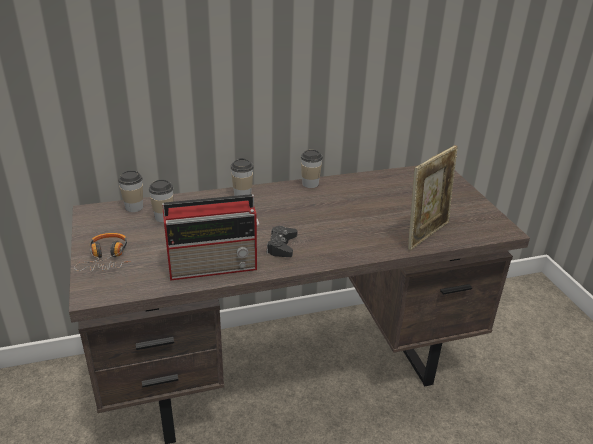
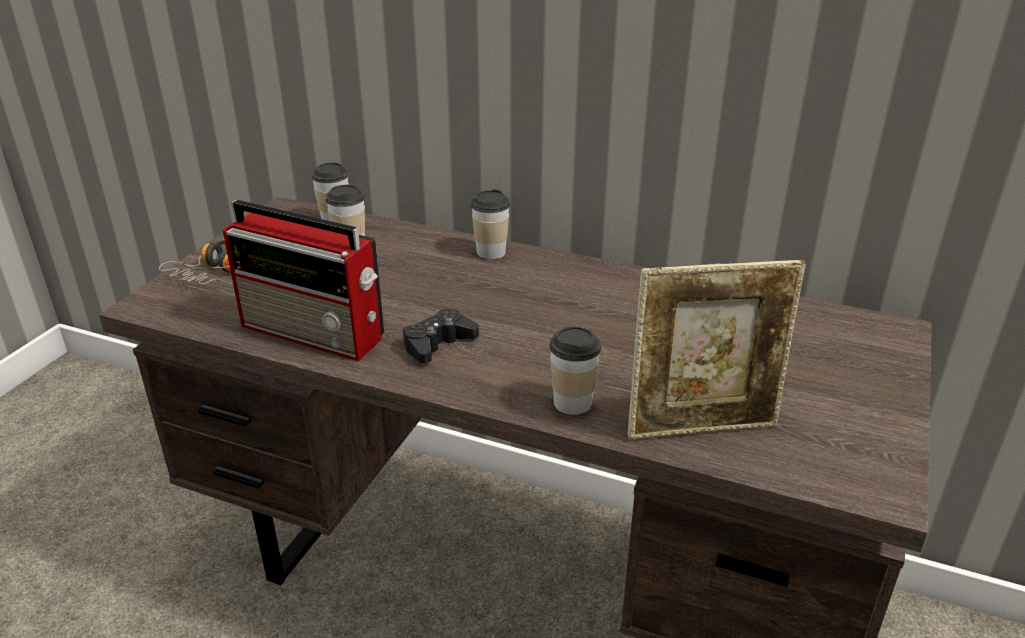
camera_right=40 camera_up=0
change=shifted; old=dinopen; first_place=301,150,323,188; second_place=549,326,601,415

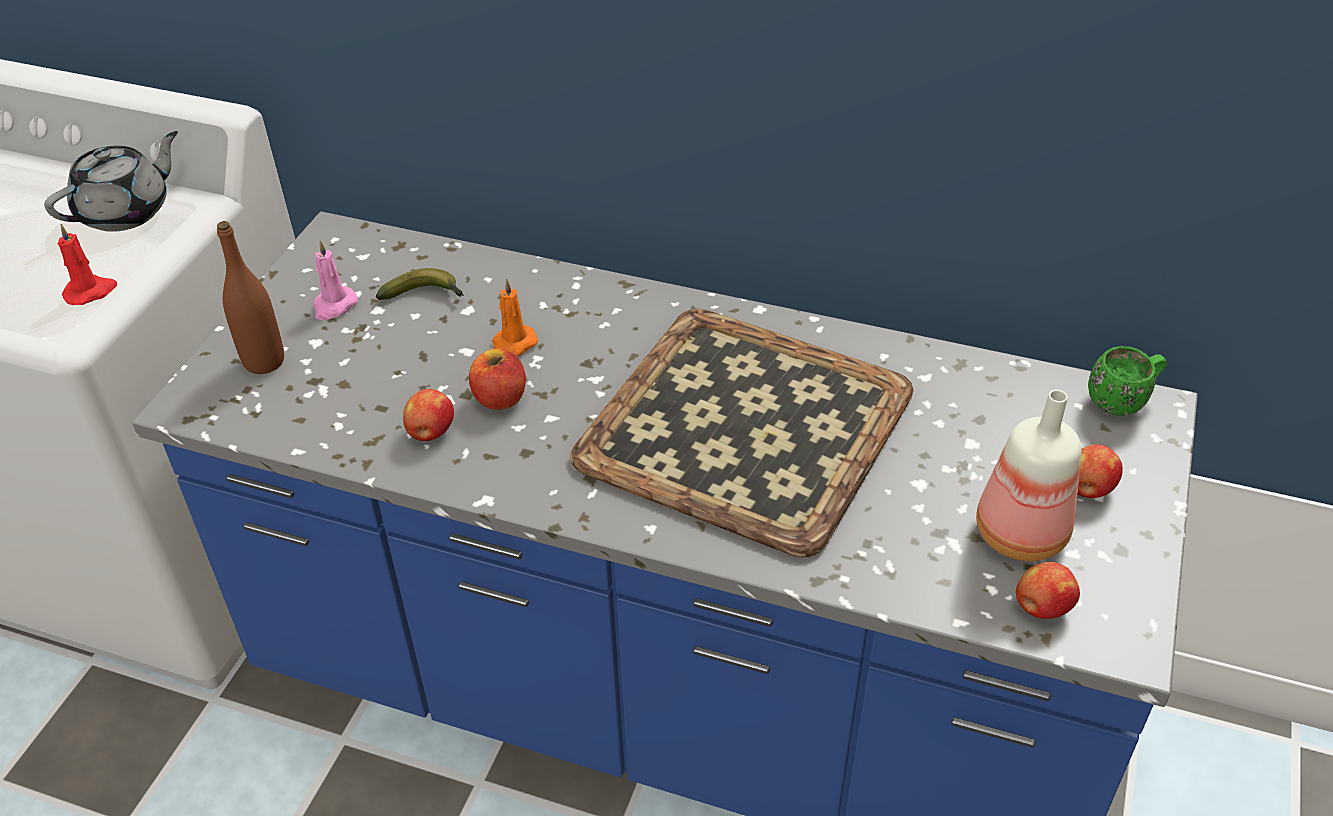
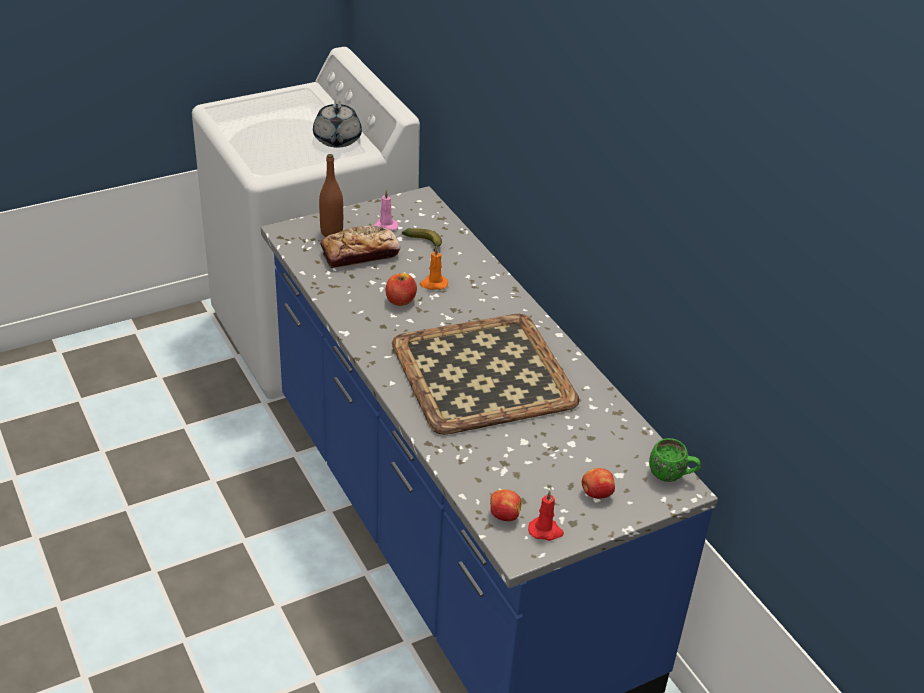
camera_right=40 camera_up=-5
change=rotated; old=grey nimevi; first_place=44,131,178,232; second_place=313,100,362,147; degrees=90
change=new; new=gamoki; second_place=320,226,400,268
change=shifted; old=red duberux; first_place=57,224,117,305; second_place=528,490,564,541
change=gone; old=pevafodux; first_place=403,389,454,441
change=gone; old=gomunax; first_place=976,390,1082,561

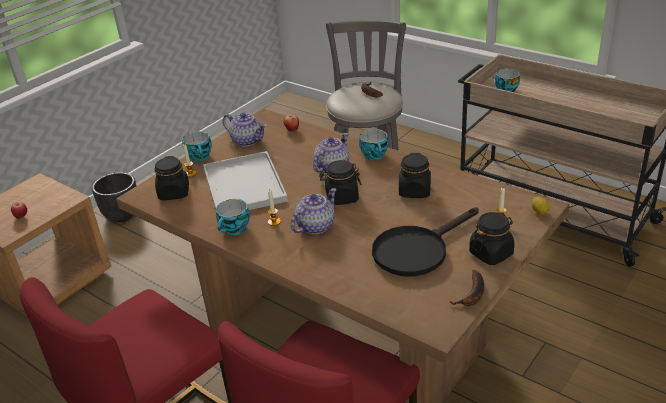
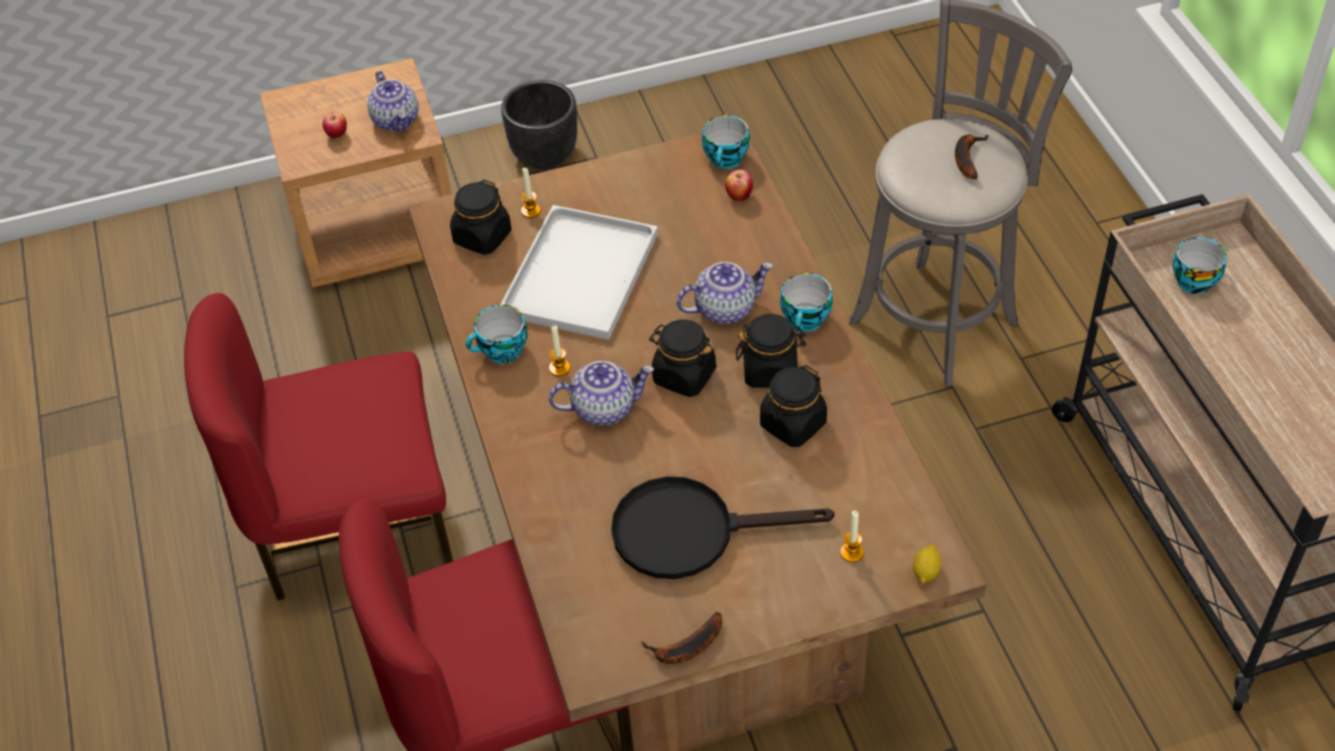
camera_right=35 camera_up=15
change=shifted; old=nimevi; first_place=223,113,267,147; second_place=367,71,419,132
change=shifted; old=dinopen; first_place=182,131,212,162; second_place=702,115,750,169
change=shifted; old=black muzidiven; first_place=469,212,515,265; second_place=736,314,806,388

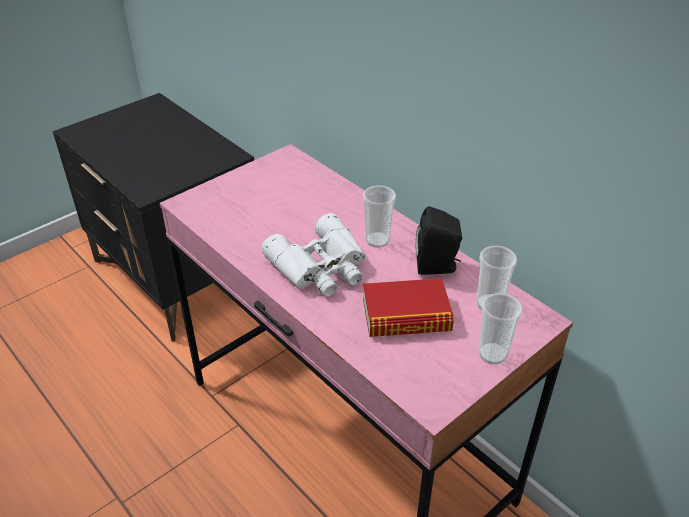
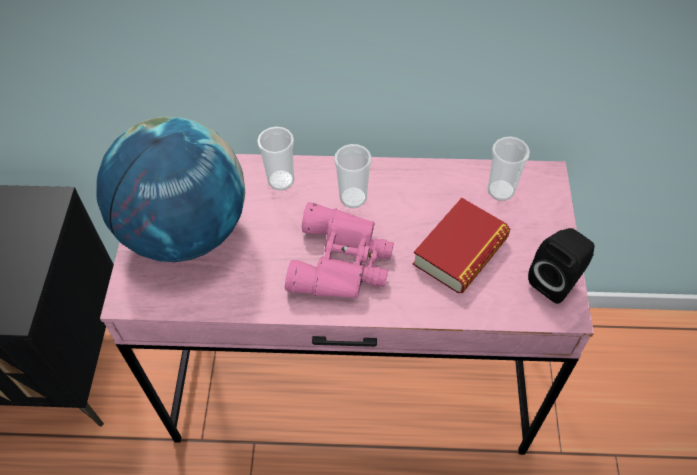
camera_right=-45 camera_up=15
change=new; new=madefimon; second_place=96,117,245,262
change=shifted; old=dinopen; first_place=478,293,522,364; second_place=257,127,294,191
change=repainted; old=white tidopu; new=pink tidopu; first_place=261,213,365,297; second_place=285,202,394,298
change=shifted; old=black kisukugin; first_place=416,206,462,275; second_place=528,228,595,304

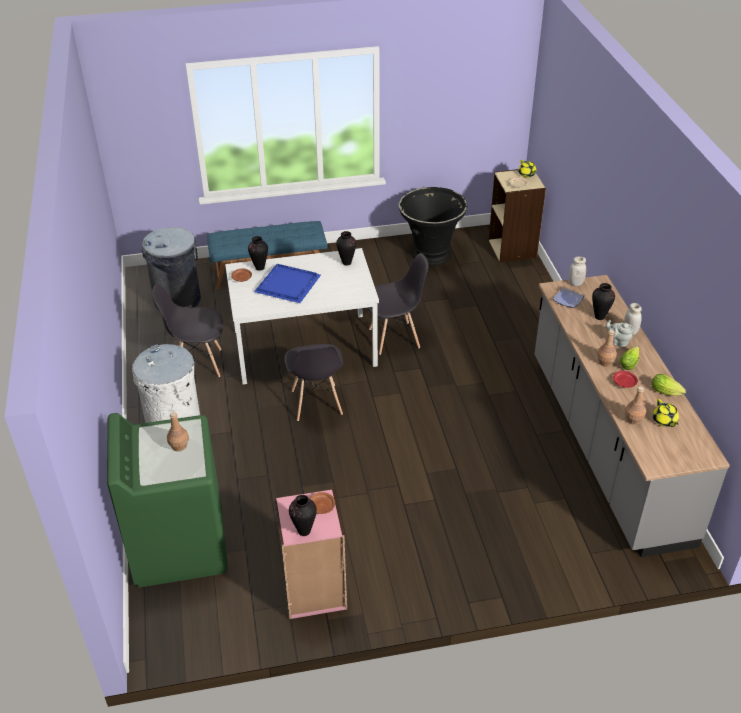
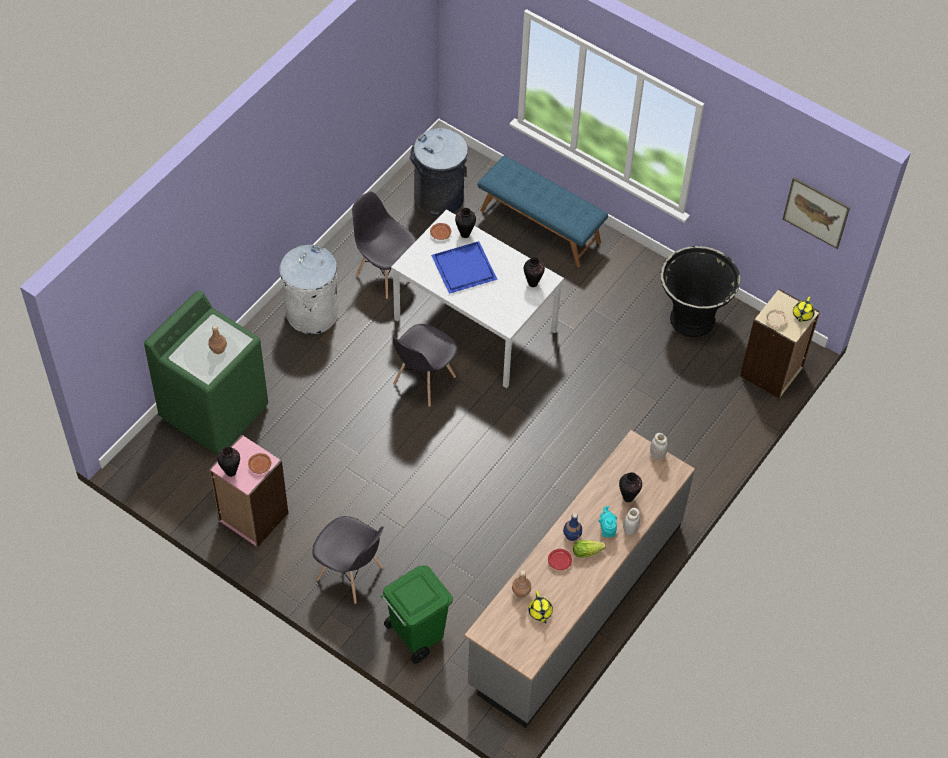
camera_right=45 camera_up=15
change=shifted; old=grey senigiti; first_place=367,253,428,355; second_place=312,516,384,604
change=new; new=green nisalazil; second_place=381,565,453,664
change=rotated; old=yellow nimevi; first_place=653,399,679,427; second_place=528,591,553,624; degrees=-45
change=repainted; old=brown gomunax; new=blue gomunax; first_place=597,330,617,367; second_place=563,513,582,541
change=repainted; old=grey nimevi; new=turquoise nimevi; first_place=606,320,633,348; second_place=599,506,617,537
change=new; new=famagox; second_place=783,177,850,249
change=gone; old=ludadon; first_place=553,288,584,308
change=gone; old=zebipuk; first_place=651,374,686,396

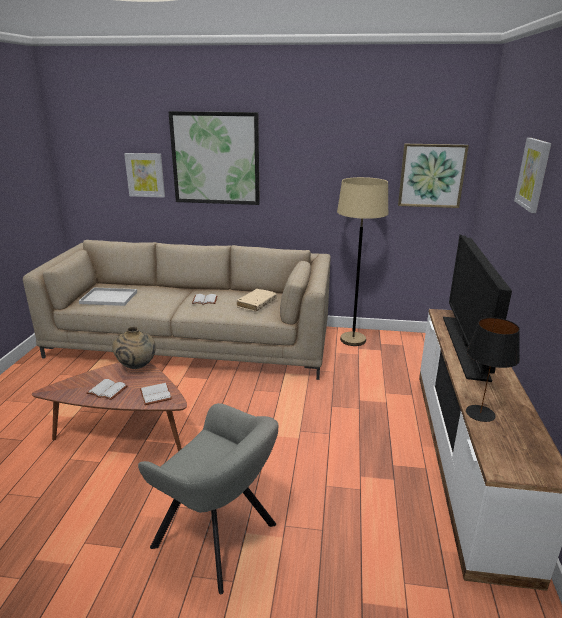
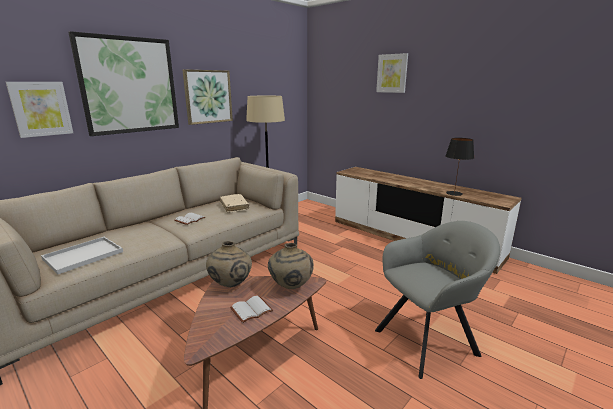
camera_right=-55 camera_up=-5
change=shifted; old=famagox; first_place=398,144,469,208; second_place=183,69,233,125
change=swapped; old=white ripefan; new=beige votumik; first_place=140,383,172,405; second_place=268,243,314,289
change=gone; old=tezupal; first_place=443,234,512,382

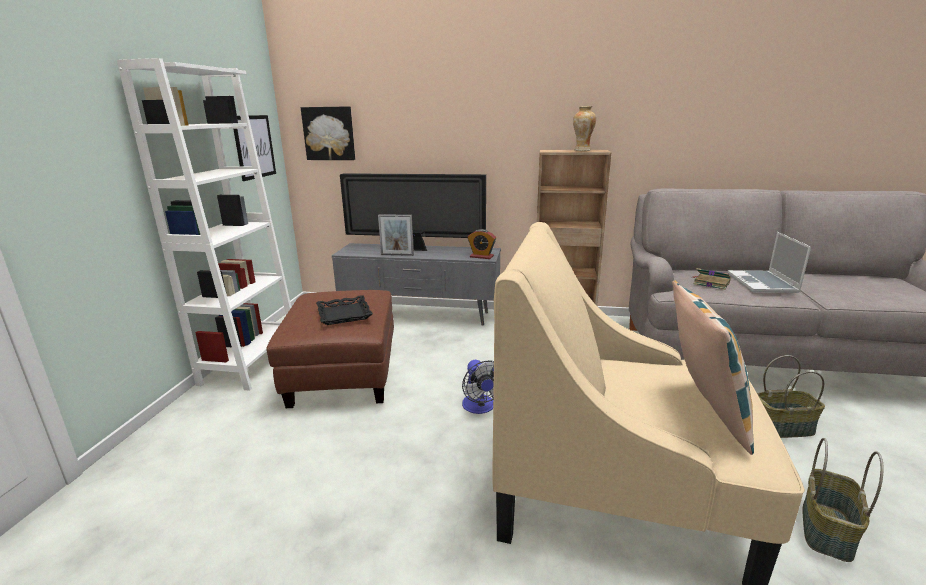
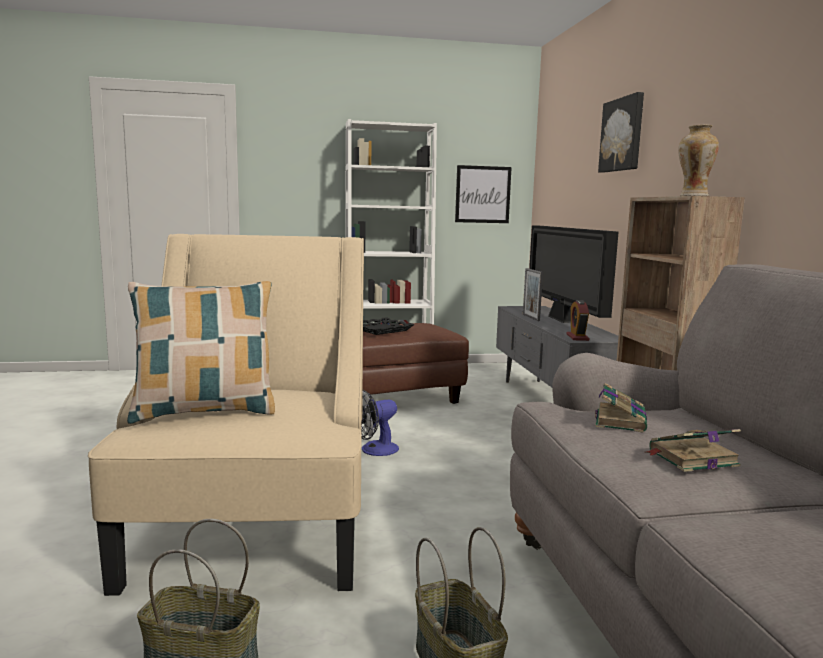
camera_right=70 camera_up=-10
change=shifted; old=famagox; first_place=301,106,355,160; second_place=598,92,644,173
change=swapped; old=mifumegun; new=ripefan; first_place=728,232,811,293; second_place=646,429,741,472

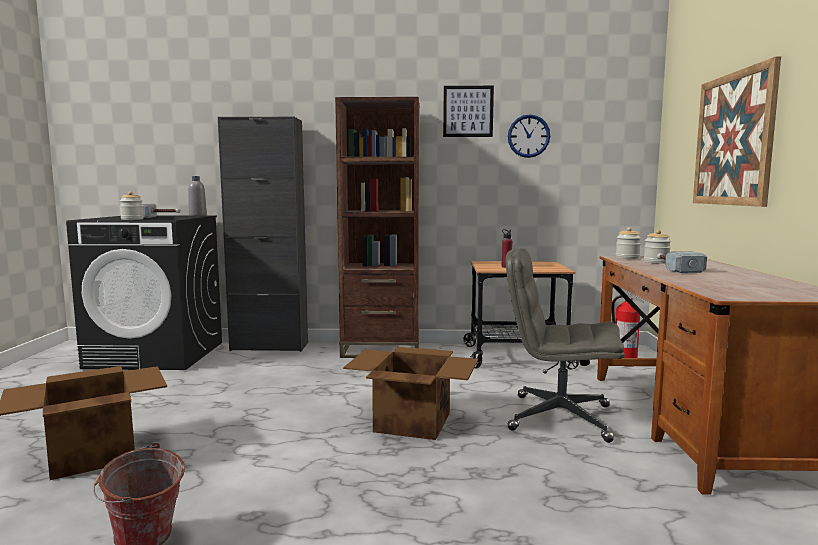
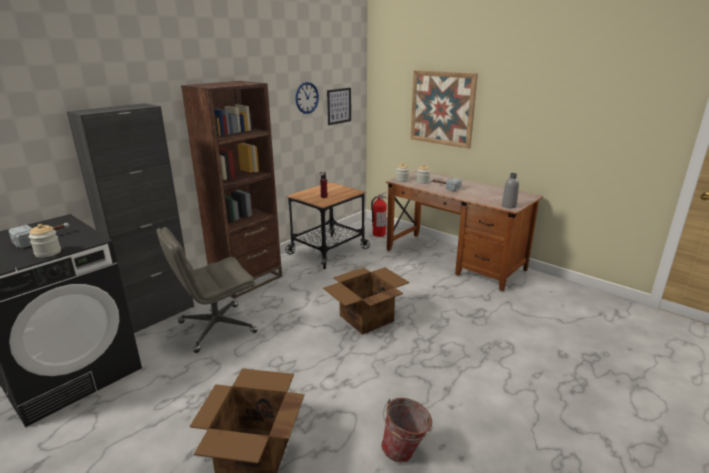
camera_right=-50 camera_up=15
change=shifted; old=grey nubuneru; first_place=506,248,625,443; second_place=157,227,257,353
change=shifted; old=famagox; first_place=443,86,494,137; second_place=327,88,351,125
change=shifted; old=grey gomunax; first_place=188,176,207,216; second_place=502,173,519,208

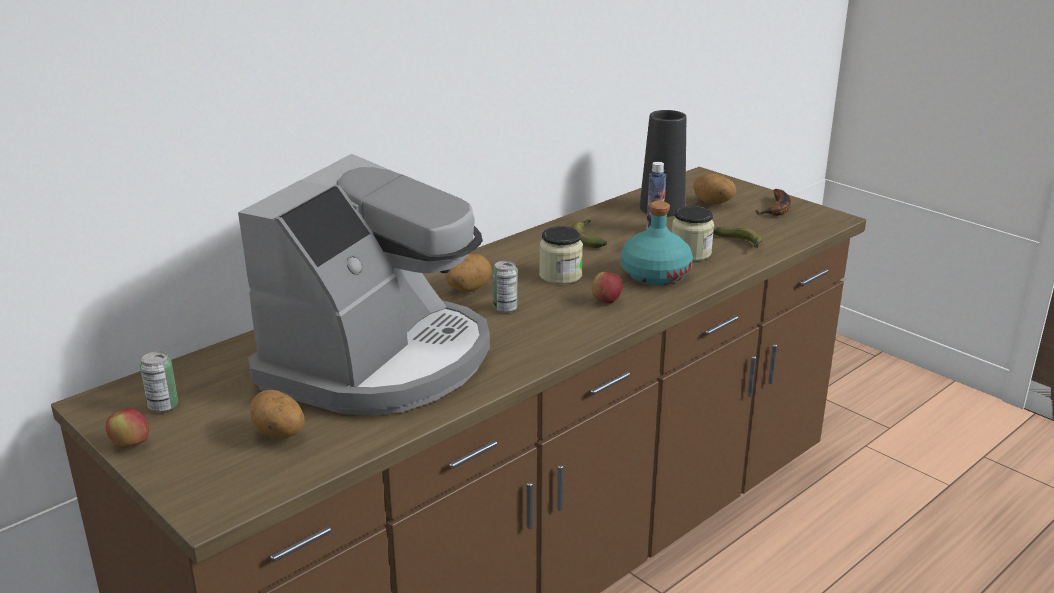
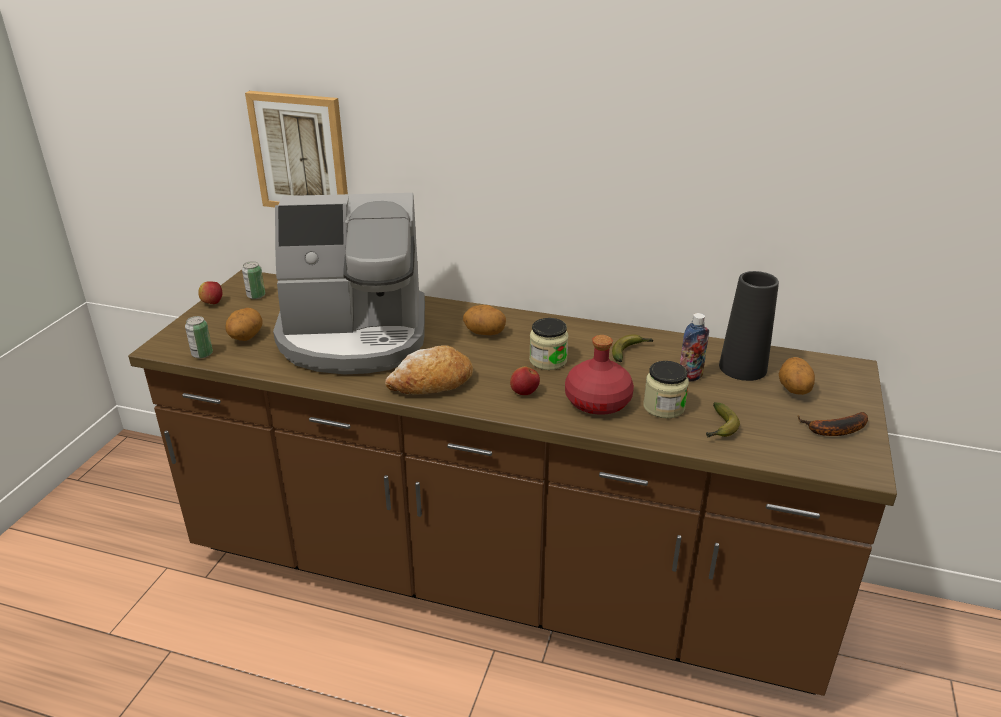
camera_right=60 camera_up=5
change=shifted; old=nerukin; first_place=492,261,518,313; second_place=185,316,213,359
change=new; new=famagox; second_place=245,91,348,208
change=new; new=gamoki; second_place=385,346,473,394
change=repainted; old=turquoise gomunax; new=red gomunax; first_place=621,201,693,285; second_place=565,335,634,415

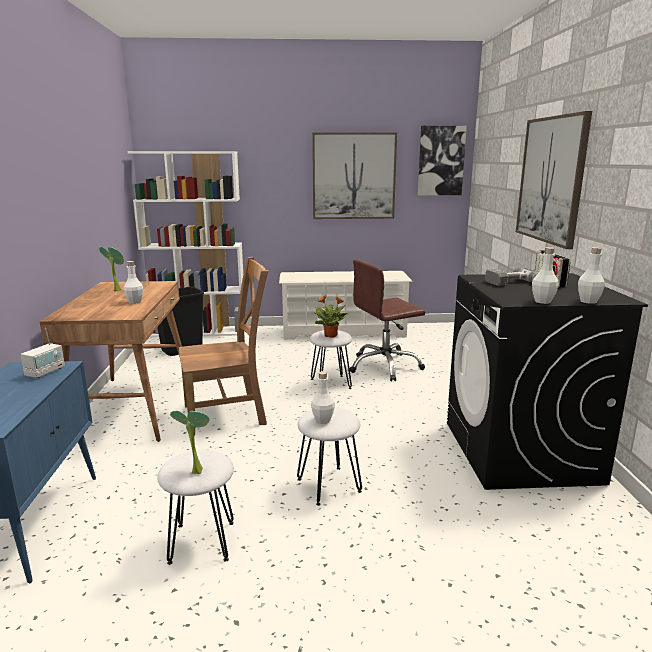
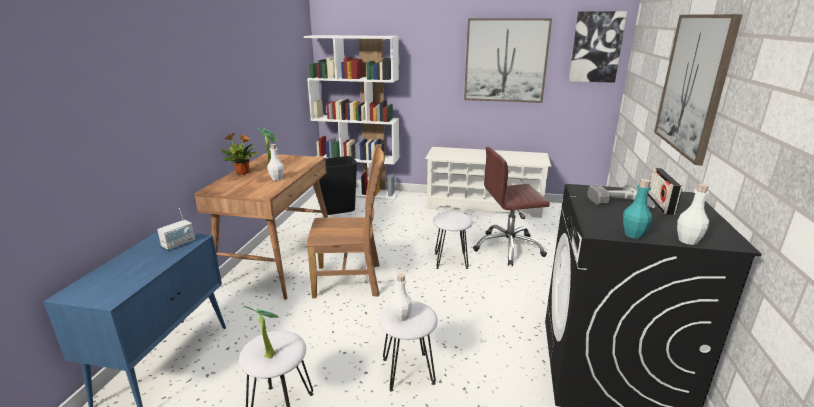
camera_right=15 camera_up=5
change=shifted; old=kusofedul; first_place=315,295,348,338; second_place=219,133,259,175
change=repainted; old=white gomunax; new=turquoise gomunax; first_place=532,247,559,304; second_place=623,179,652,239

